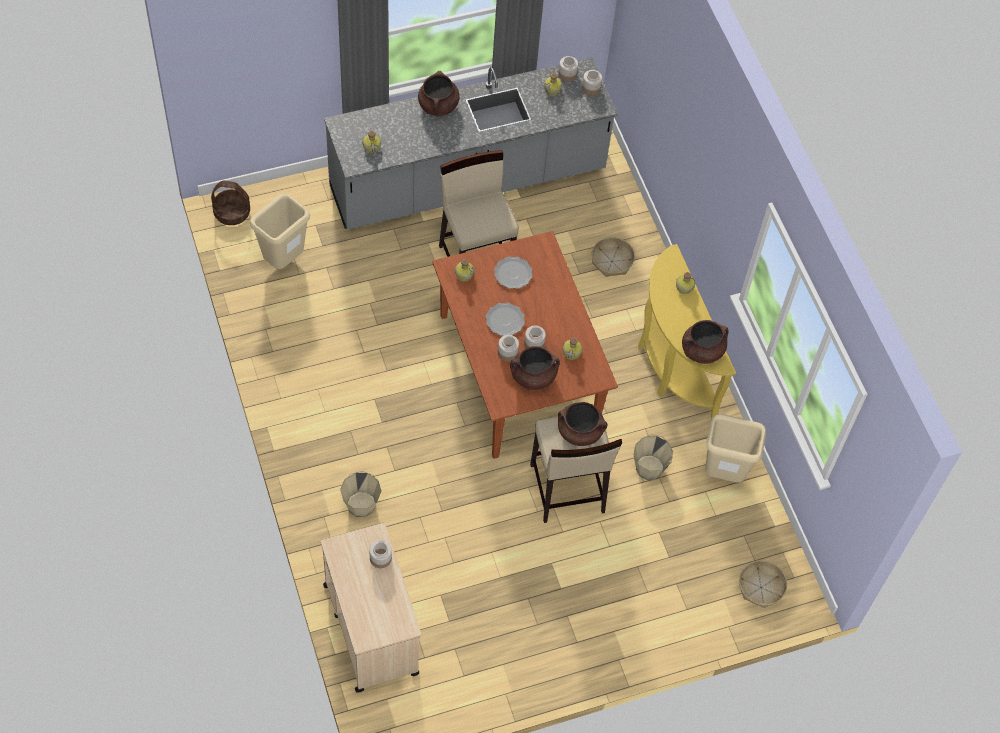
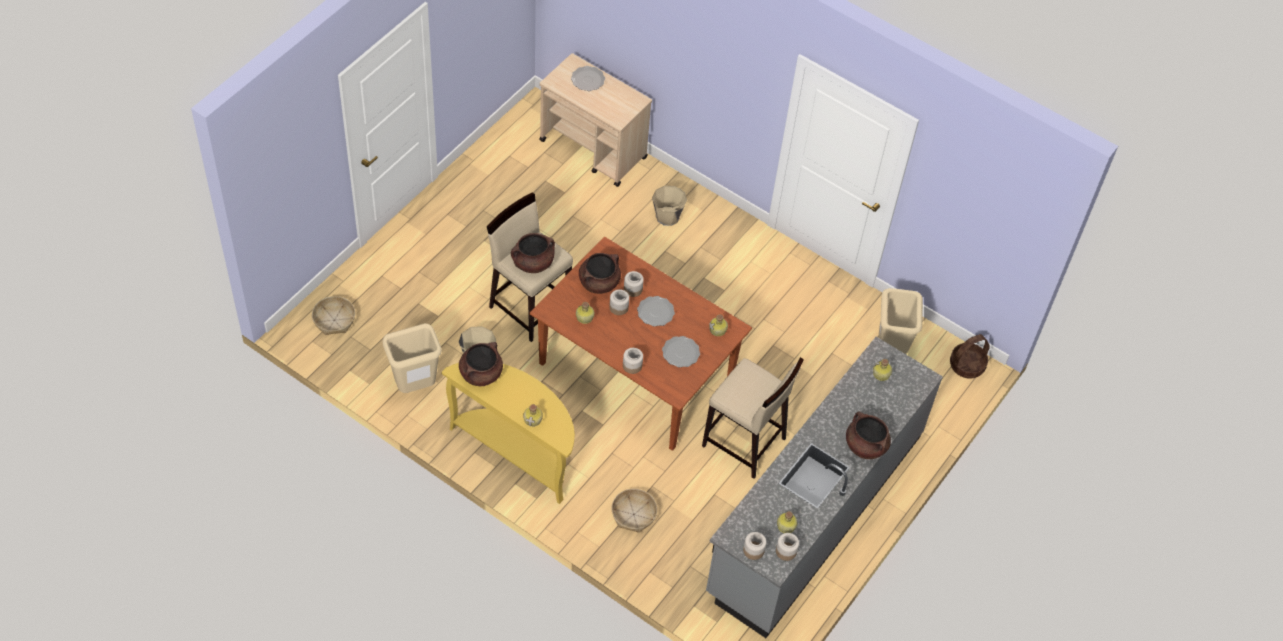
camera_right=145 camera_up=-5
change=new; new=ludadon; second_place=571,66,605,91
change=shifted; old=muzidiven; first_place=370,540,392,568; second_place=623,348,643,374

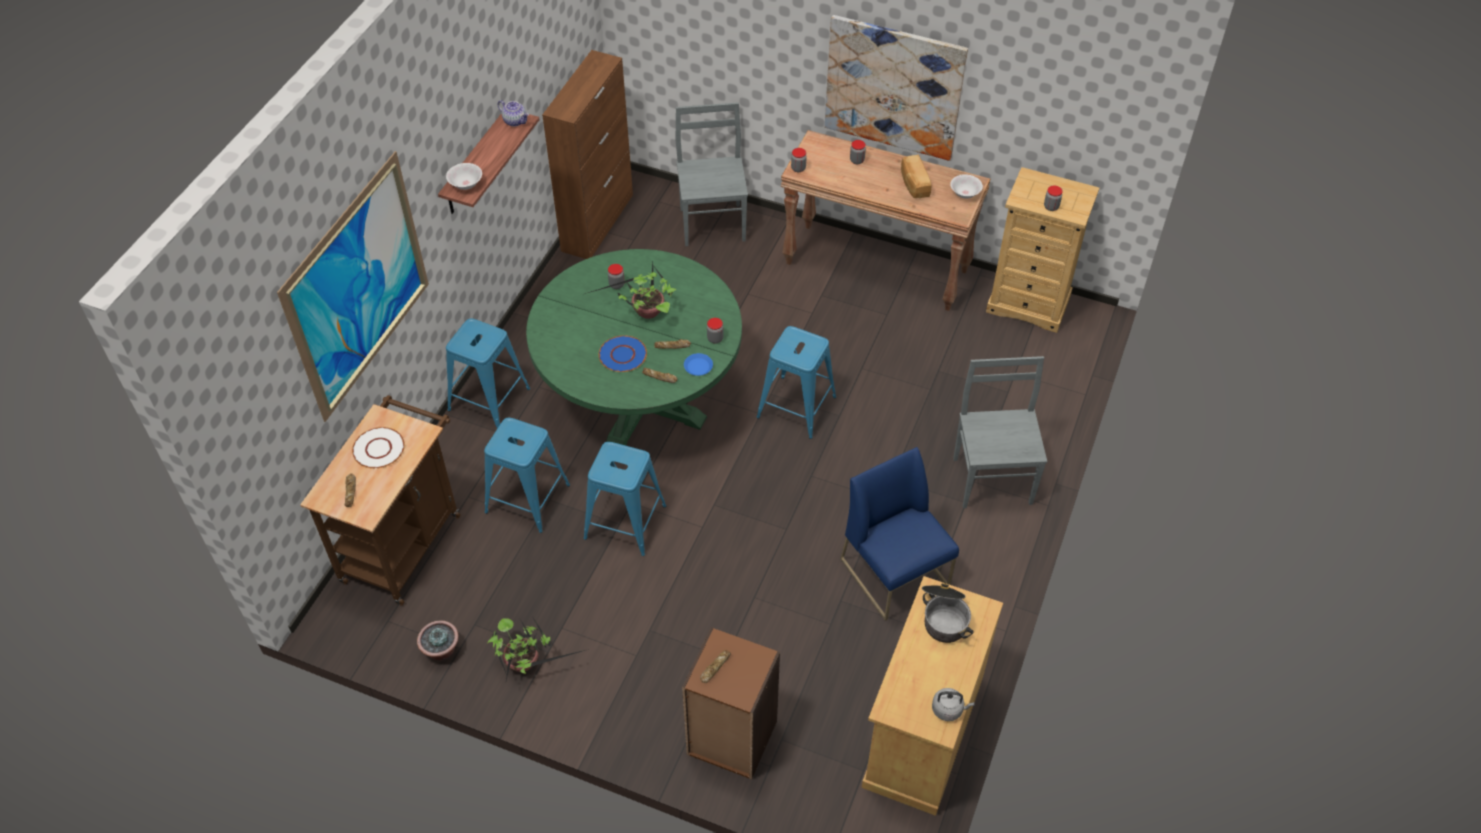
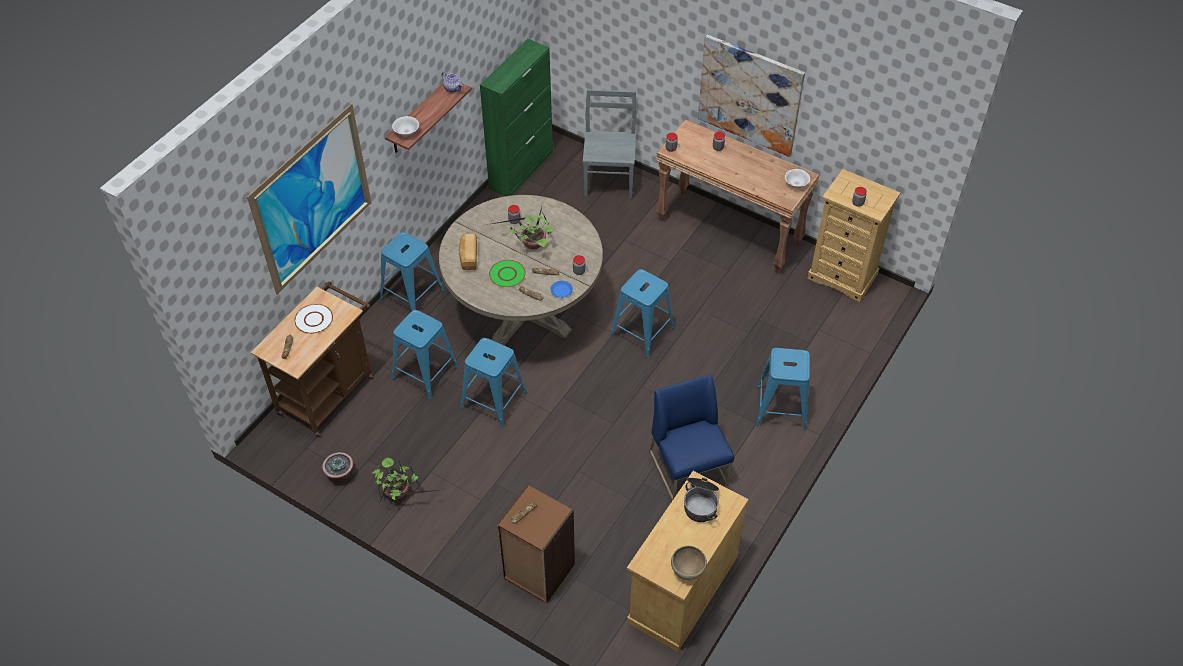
camera_right=10 camera_up=0
change=repainted; old=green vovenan; new=beige vovenan; first_place=526,249,742,446; second_place=439,195,603,346
change=shifted; old=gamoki; first_place=901,154,932,198; second_place=459,234,477,270
change=repainted; old=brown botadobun; new=green botadobun; first_place=542,50,633,259; second_place=480,39,553,196
change=repainted; old=blue ludadon; new=green ludadon; first_place=599,335,647,372; second_place=489,260,526,287
change=swapped; old=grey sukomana; new=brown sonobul; first_place=932,688,974,721; second_place=671,546,707,580
change=swapped; old=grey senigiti; new=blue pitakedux; first_place=953,356,1047,508; second_place=756,348,810,430

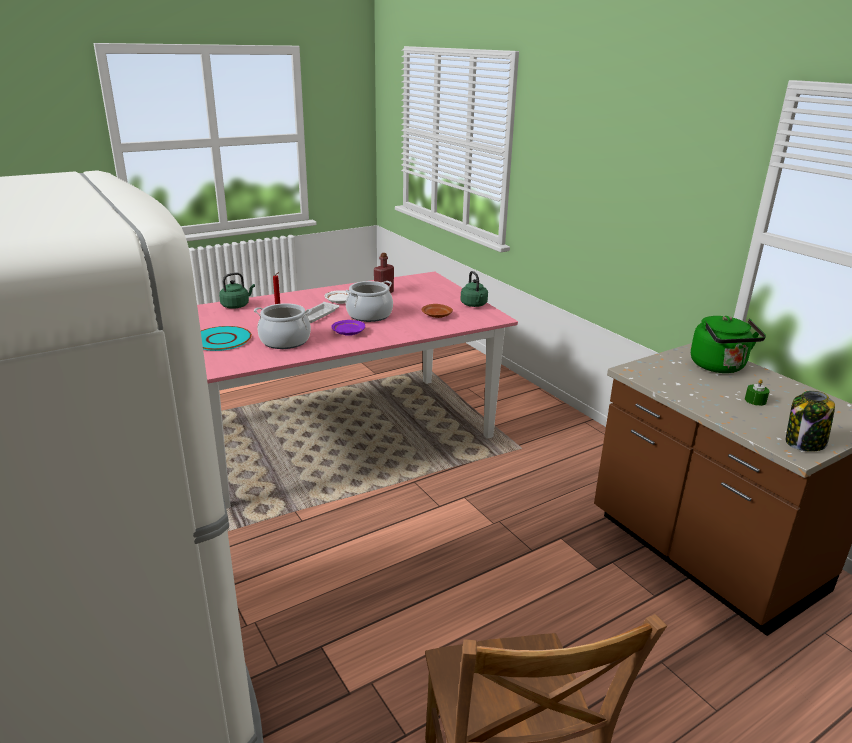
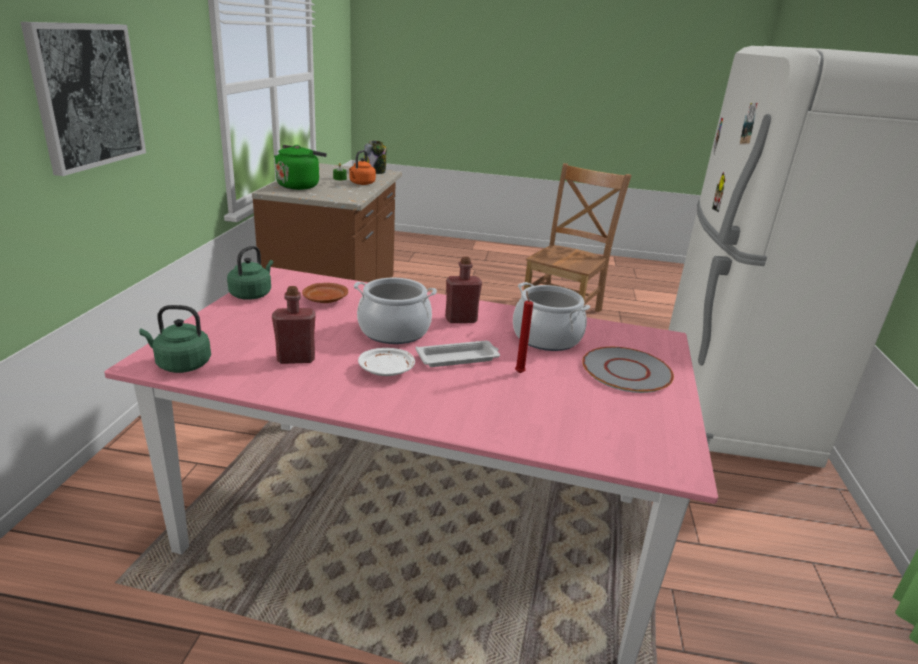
camera_right=-140 camera_up=0
change=new; new=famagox; second_place=21,22,146,176
change=shifted; old=green sukomana; first_place=219,272,255,309; second_place=139,305,211,373
change=new; new=orange sukomana; second_place=349,150,376,185
change=swapped; old=purple ludadon; new=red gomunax; first_place=331,320,365,336; second_place=445,257,482,323
change=repainted; old=turquoise ludadon; new=grey ludadon; first_place=201,326,252,351; second_place=582,347,674,393

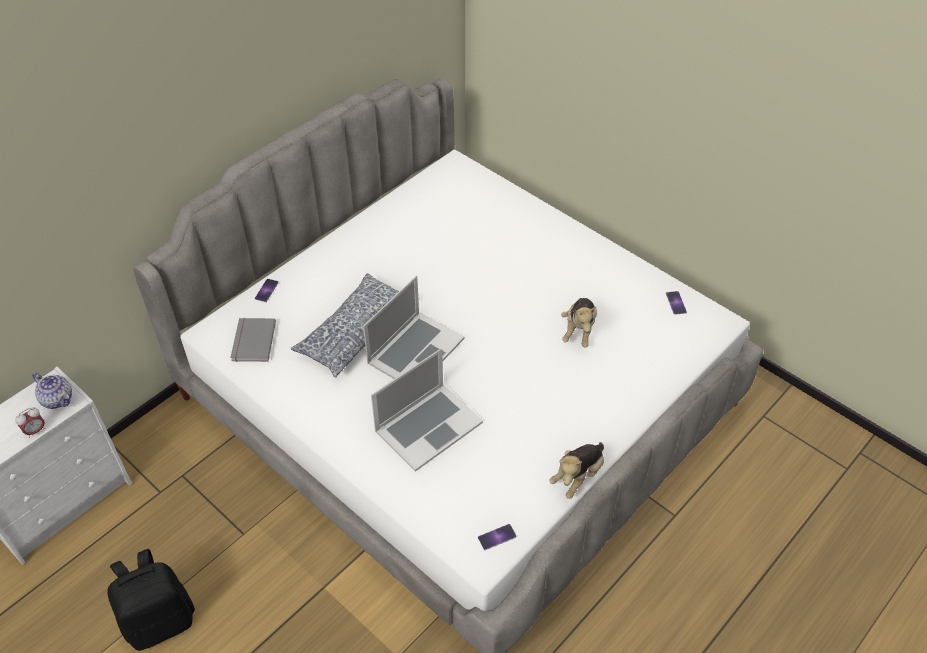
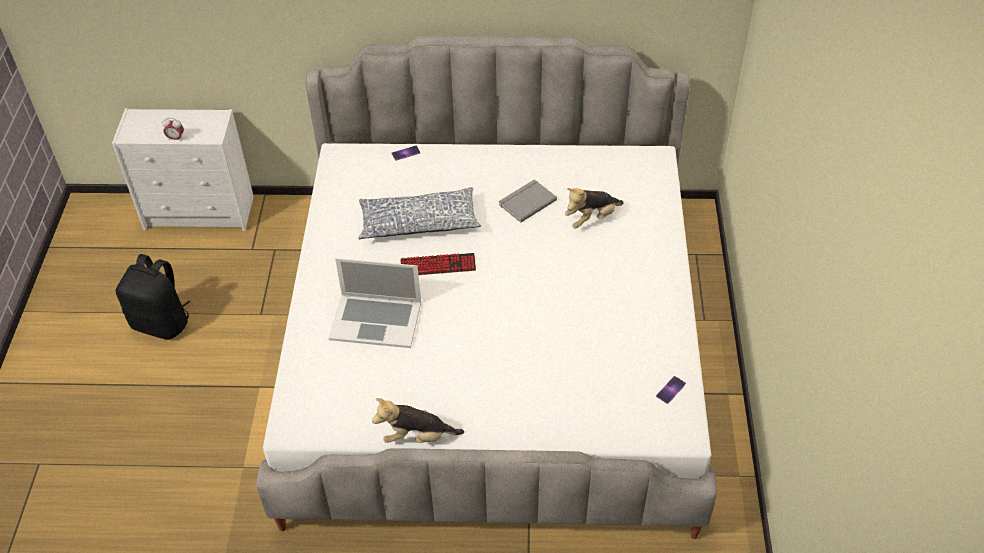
camera_right=50 camera_up=0
change=swapped; old=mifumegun; new=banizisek; first_place=363,275,465,379; second_place=400,253,476,275
change=shifted; old=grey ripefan; first_place=230,318,276,362; second_place=499,179,557,223
change=shifted; old=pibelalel; first_place=561,298,597,348; second_place=565,188,624,229
change=gone; old=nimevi; first_place=32,372,72,409
change=gone; old=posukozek; first_place=478,524,516,550

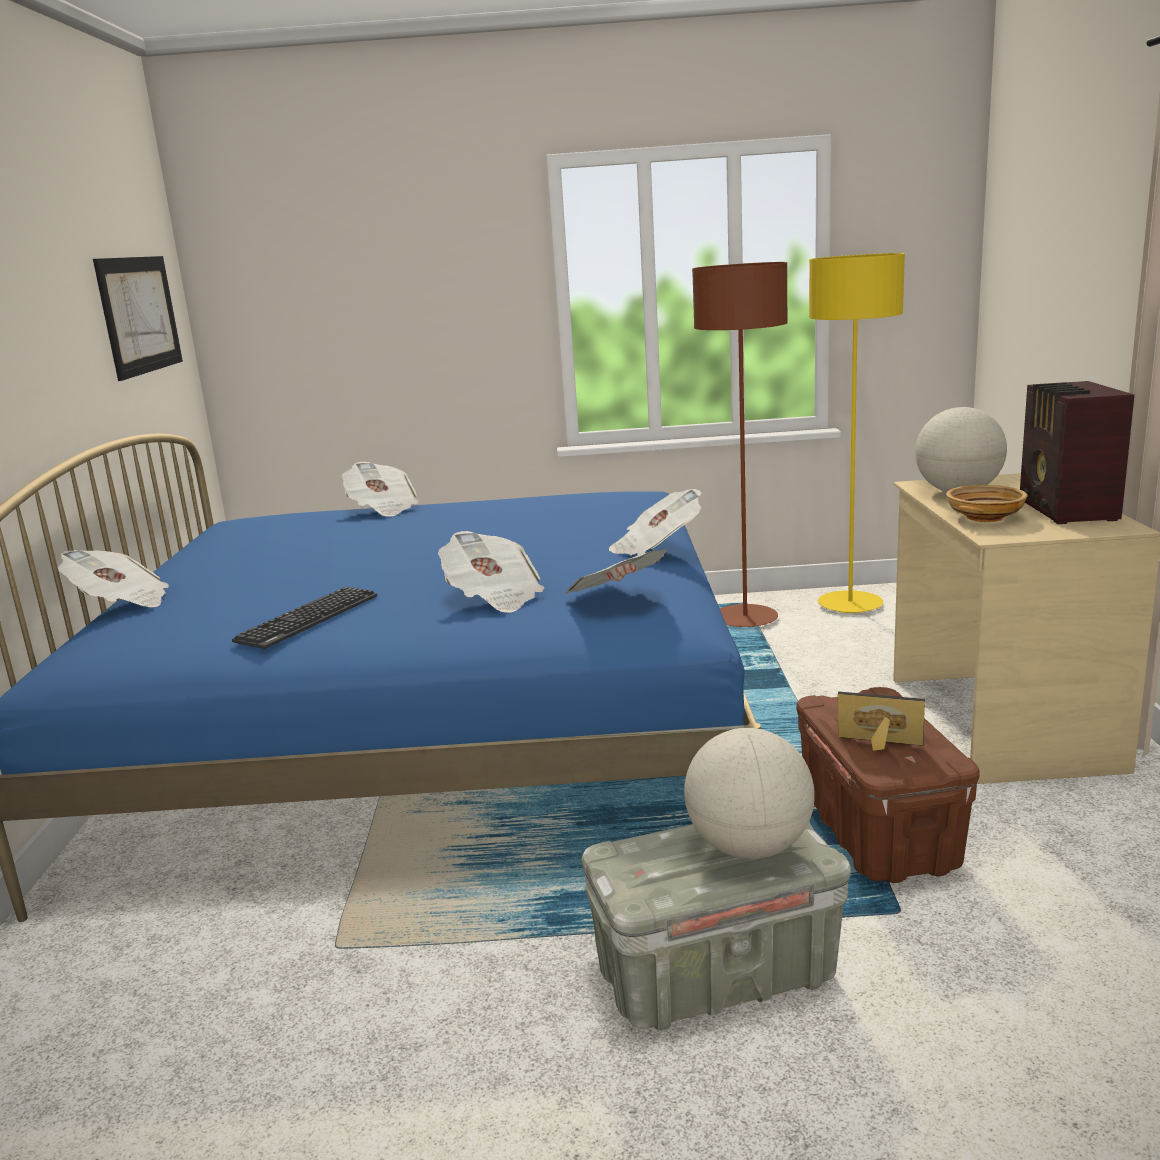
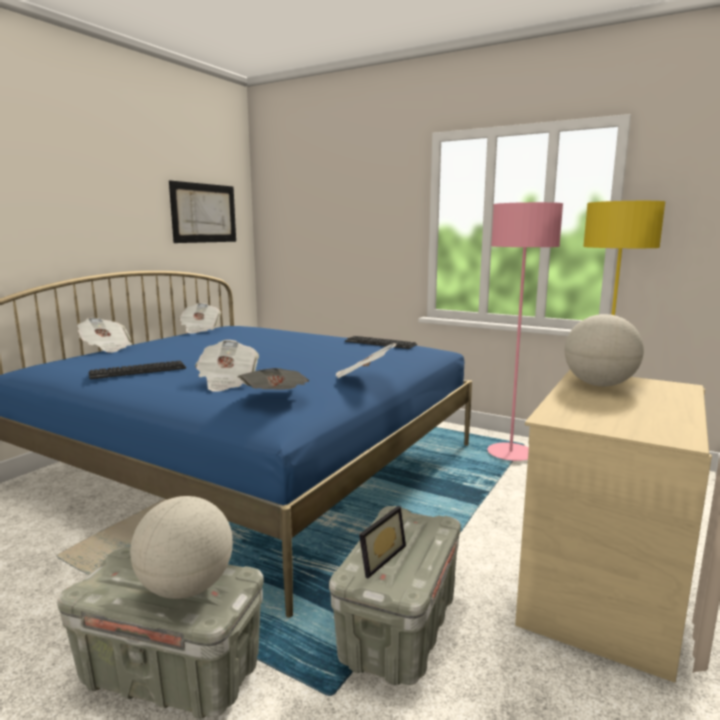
camera_right=30 camera_up=-5
change=shifted; old=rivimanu; first_place=342,462,419,517; second_place=179,303,221,334
change=repainted; old=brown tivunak; new=grey tivunak; first_place=797,687,980,883; second_place=329,506,461,685
change=new; new=banizisek; second_place=345,336,417,349
change=rotated; old=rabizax; first_place=838,691,925,751; second_place=359,506,406,578; degrees=75
change=repainted; old=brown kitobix; new=pink kitobix; first_place=692,262,788,627; second_place=487,202,563,461
change=gone; old=beige sonobul; first_place=946,485,1028,522
change=gone; old=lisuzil; first_place=1020,381,1134,524

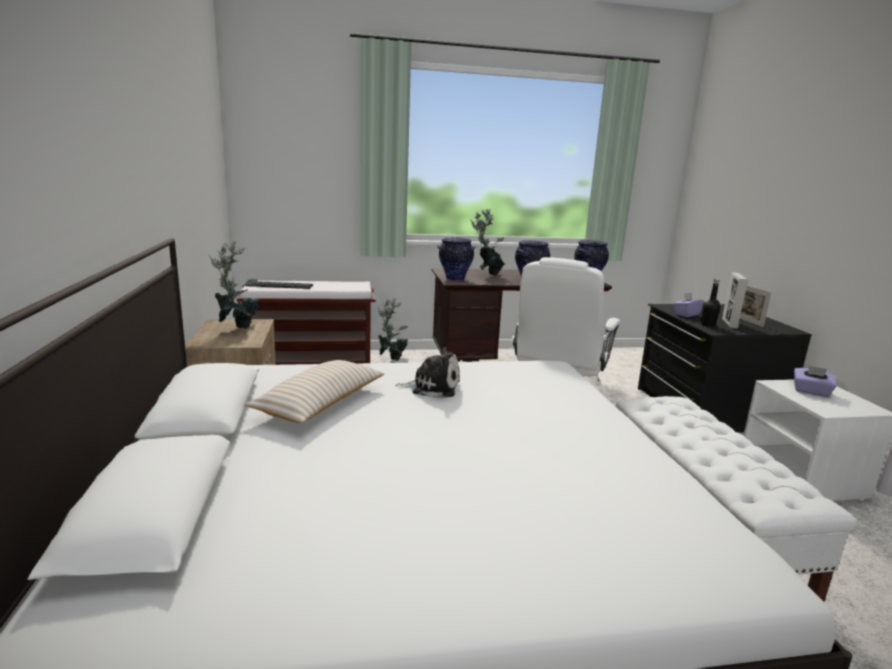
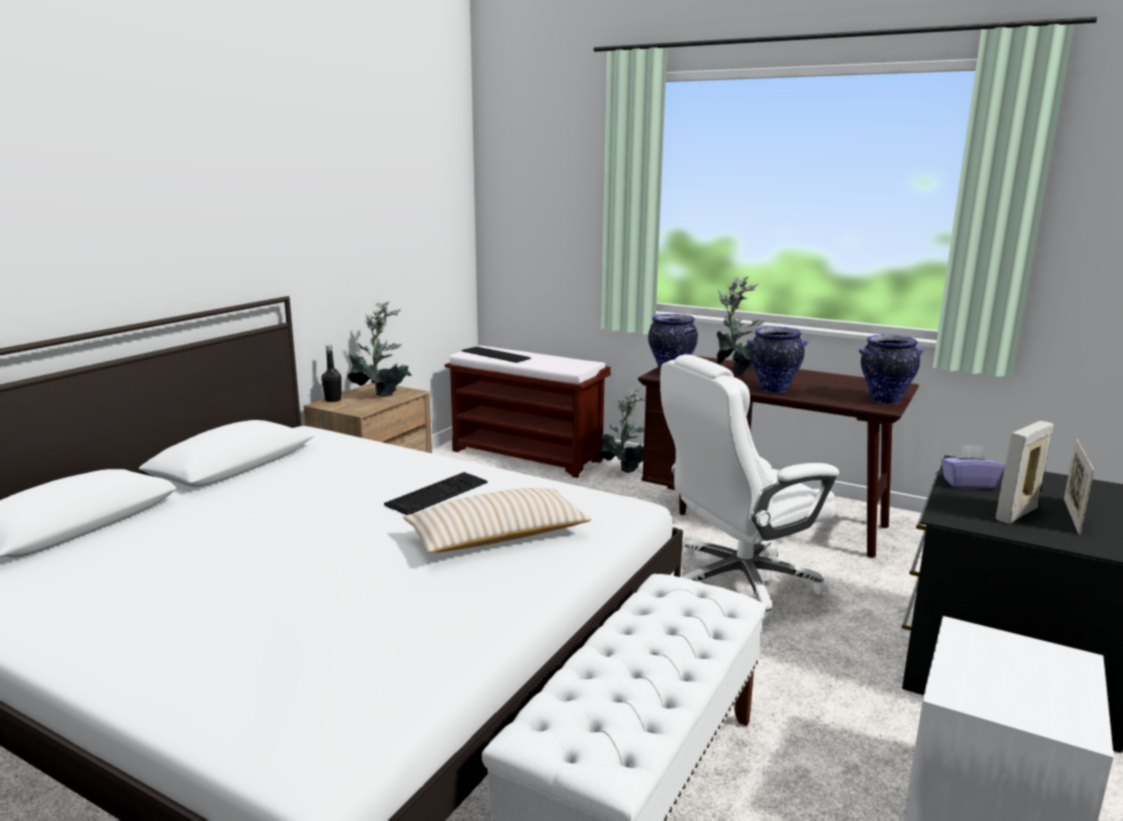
camera_right=40 camera_up=0
change=shifted; old=black gomunax; first_place=701,279,721,327; second_place=321,345,342,402
change=swapped; old=pibelalel; new=banizisek; first_place=395,347,460,398; second_place=384,472,487,515
change=shifted; old=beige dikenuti; first_place=244,360,385,423; second_place=403,488,591,553
change=gone; old=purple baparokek; first_place=794,366,837,397

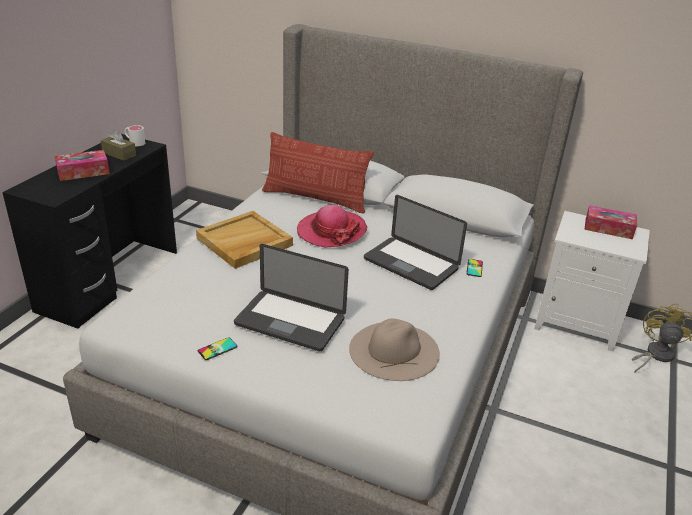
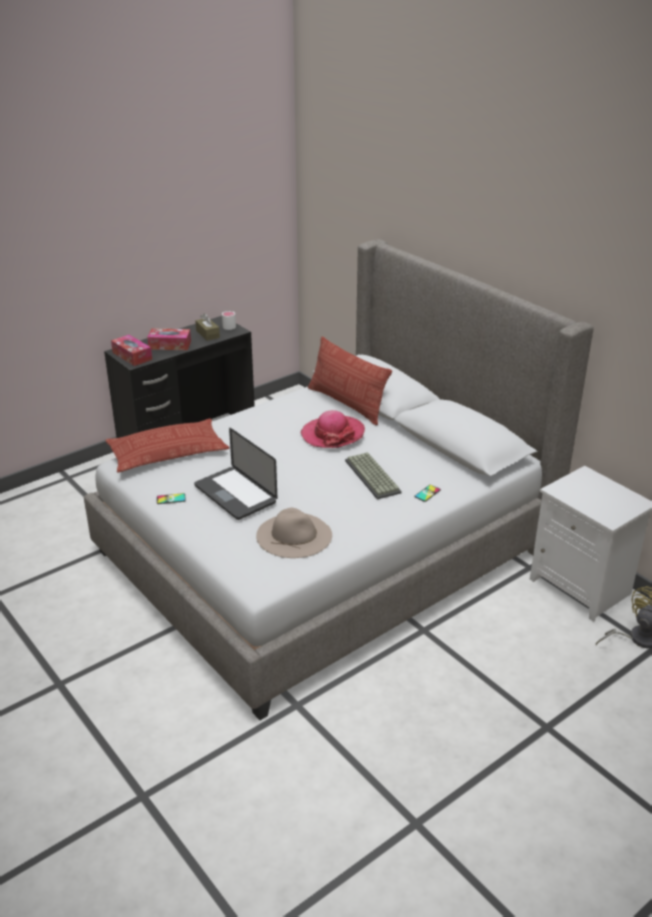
camera_right=30 camera_up=0
change=new; new=dikenuti; second_place=105,419,230,473
change=shifted; old=baparokek; first_place=585,205,637,239; second_place=111,335,152,366
change=swapped; old=mifumegun; new=banizisek; first_place=364,195,467,290; second_place=345,452,402,499
change=gone; old=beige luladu; first_place=196,211,293,269

